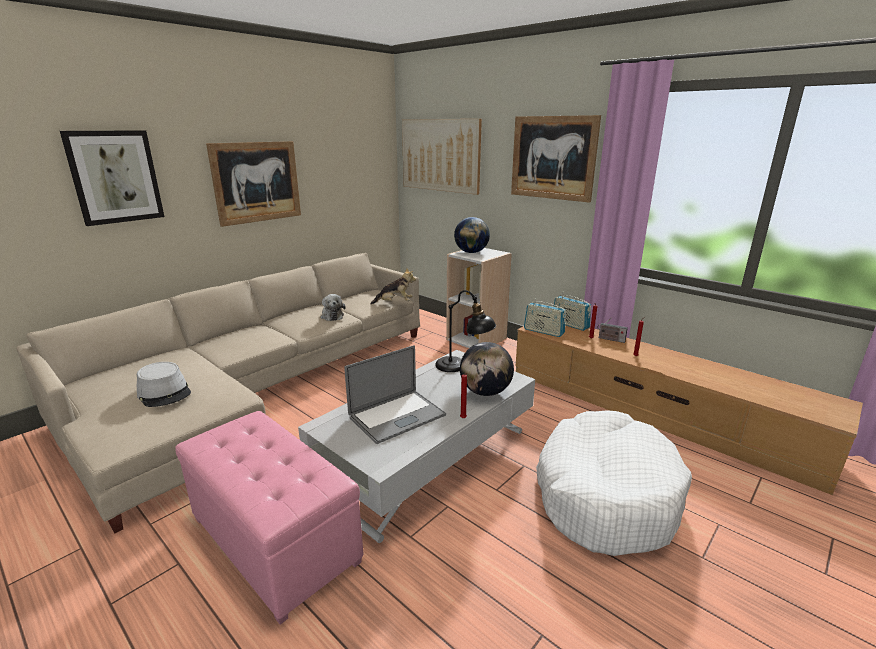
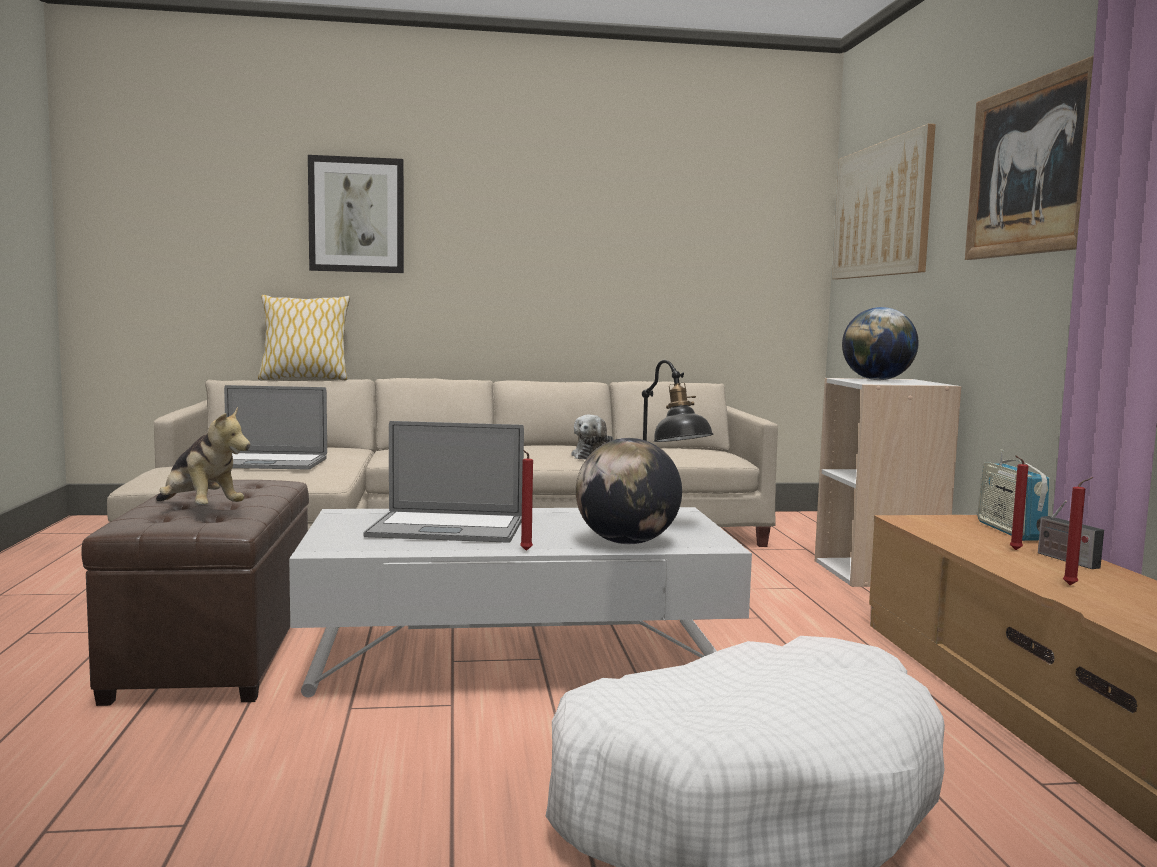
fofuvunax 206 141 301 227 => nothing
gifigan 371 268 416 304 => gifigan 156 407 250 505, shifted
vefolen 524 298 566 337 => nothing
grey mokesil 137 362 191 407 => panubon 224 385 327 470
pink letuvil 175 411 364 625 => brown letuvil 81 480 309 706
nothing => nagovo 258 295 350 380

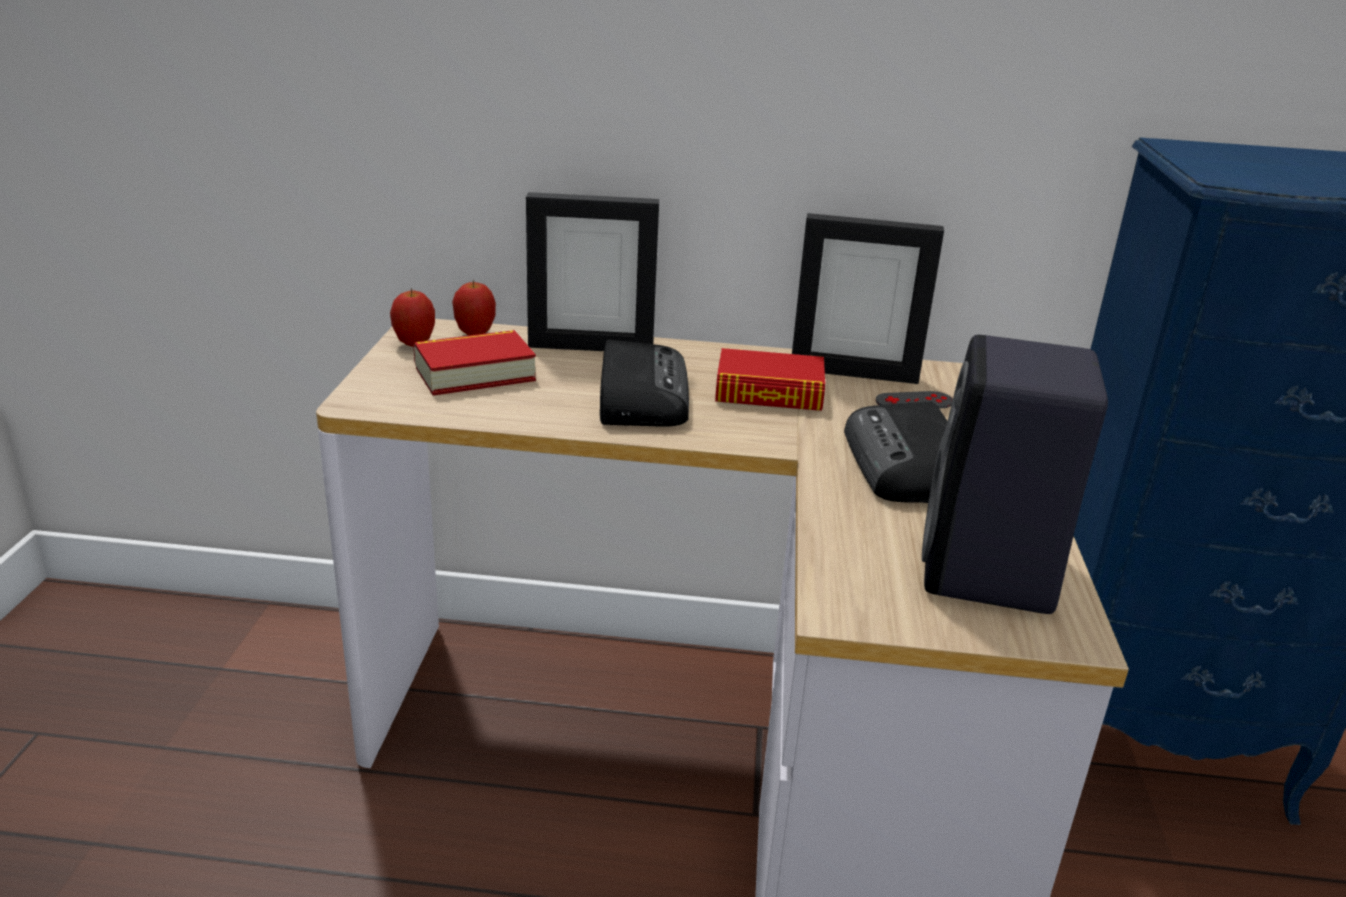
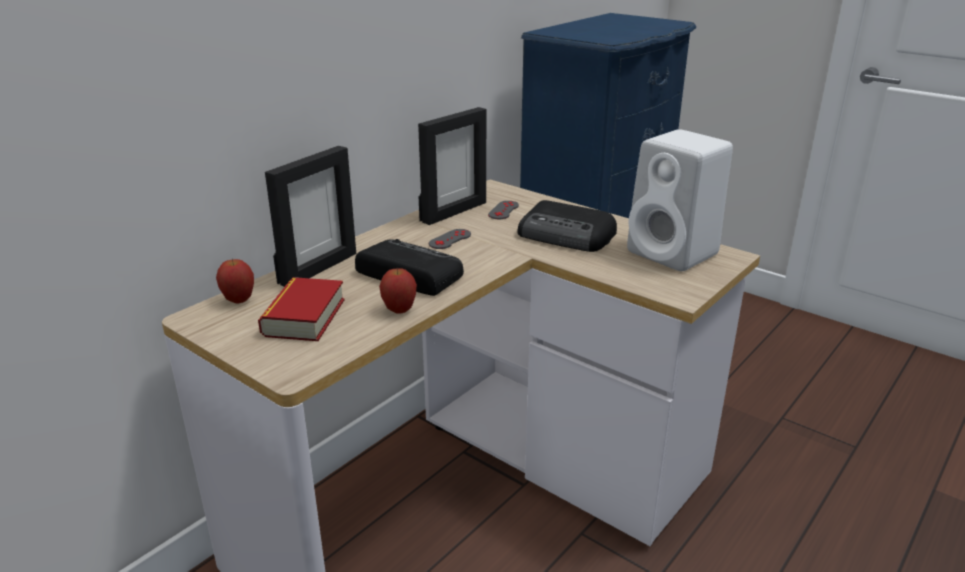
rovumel 390 288 435 347 => rovumel 379 268 417 314, shifted
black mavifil 922 335 1108 614 => white mavifil 627 129 733 271
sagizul 715 348 825 411 => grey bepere 429 229 471 249

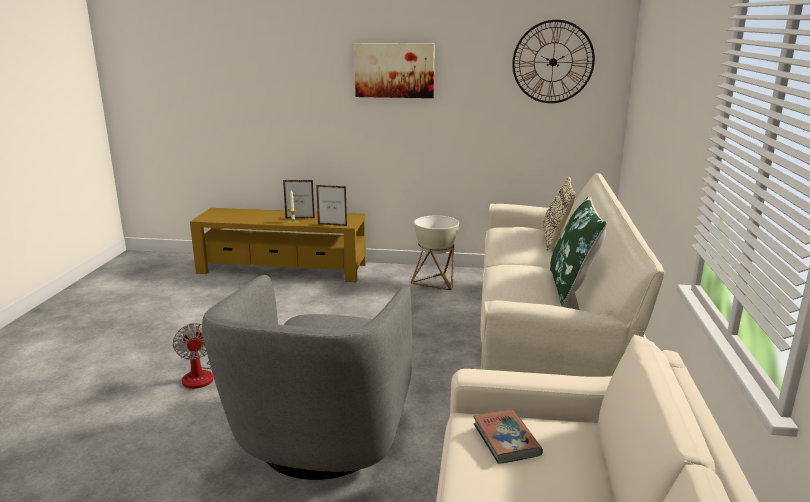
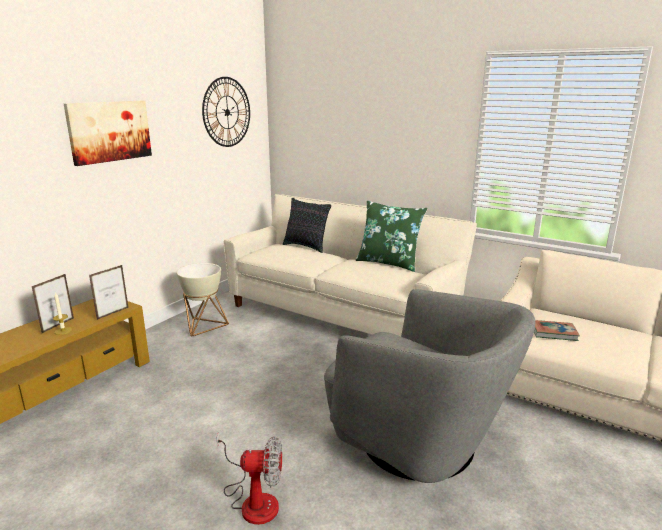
beige nagovo 543 177 576 250 => black nagovo 283 198 331 253

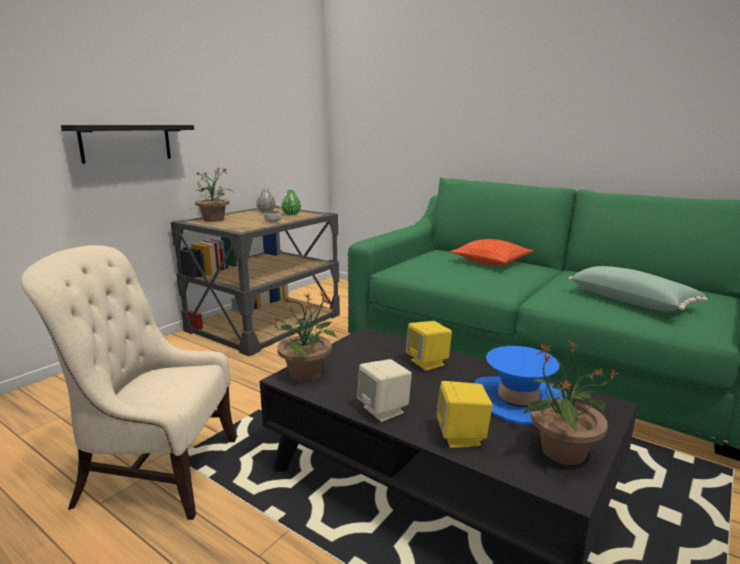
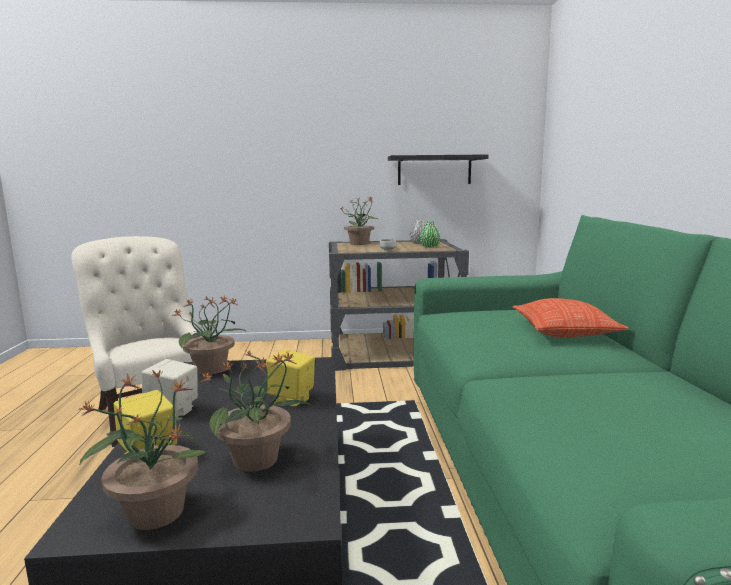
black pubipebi 61 125 194 164 => black pubipebi 388 154 488 185, shifted
green nagovo 568 266 707 311 => nothing
blue mokesil 474 346 566 425 => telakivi 197 349 310 472

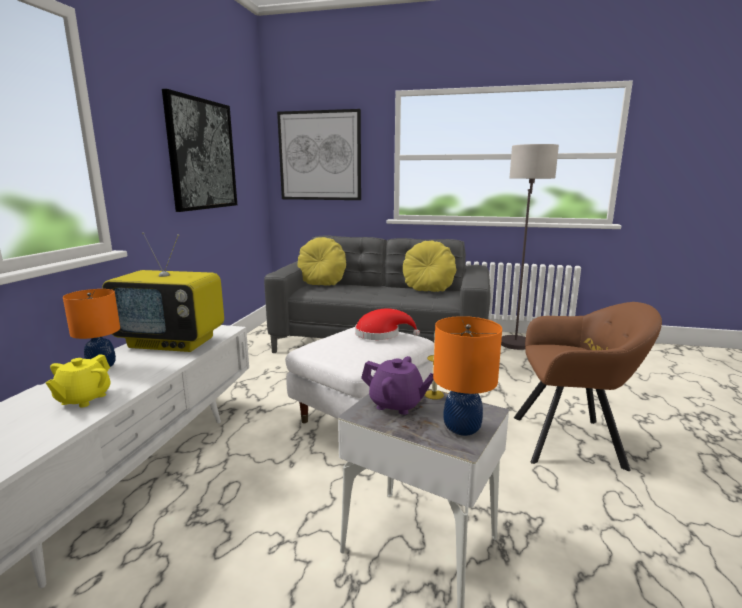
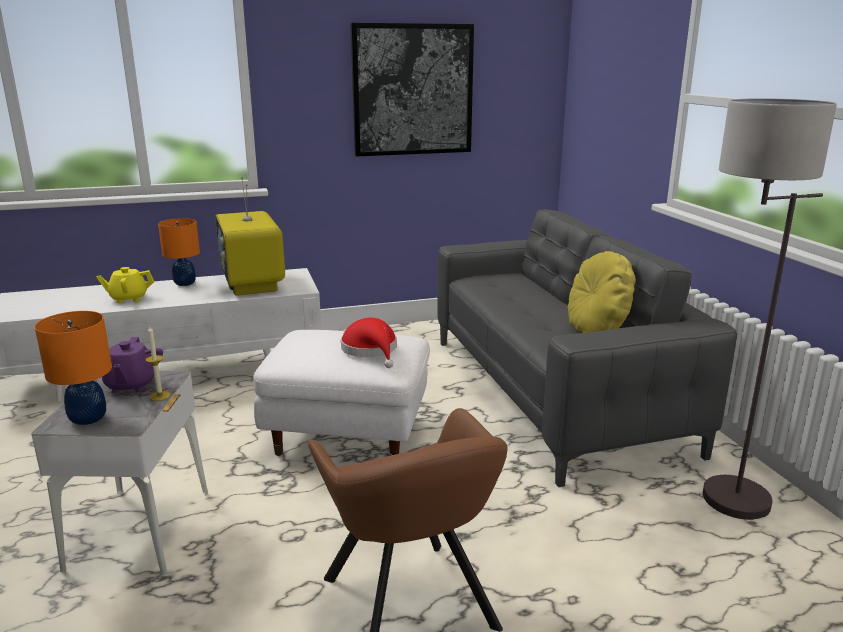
fofuvunax 277 109 361 200 => nothing
yellow nagovo 298 237 346 286 => nothing

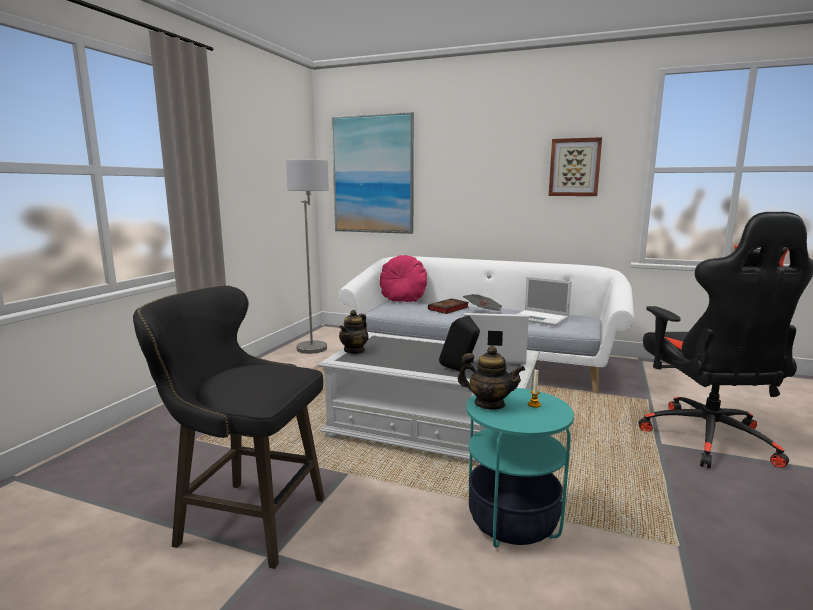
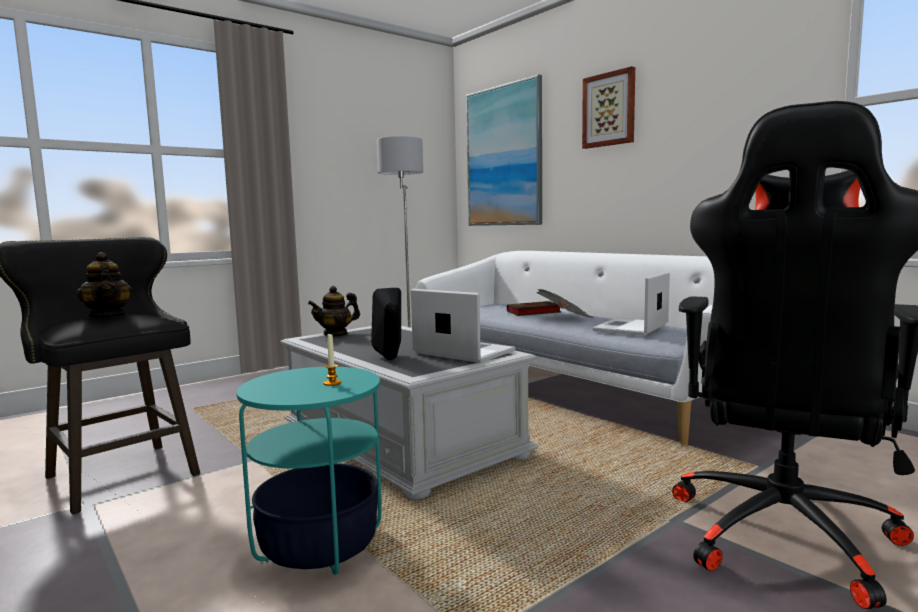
fofuvunax 549 137 602 196 => fofuvunax 582 66 635 149, shifted
pink nagovo 380 255 427 302 => nothing
panubon 517 277 572 326 => panubon 592 272 670 336, 60 degrees clockwise
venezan 458 346 525 410 => venezan 76 252 133 318, shifted

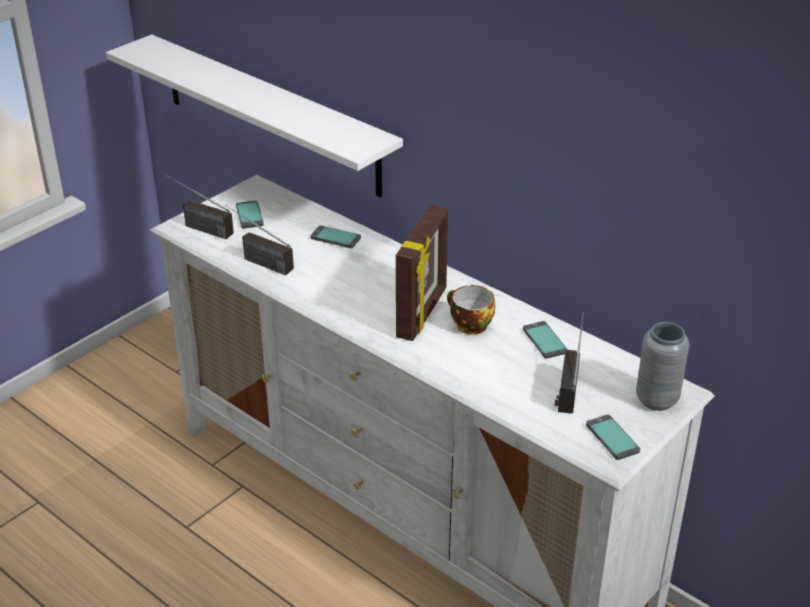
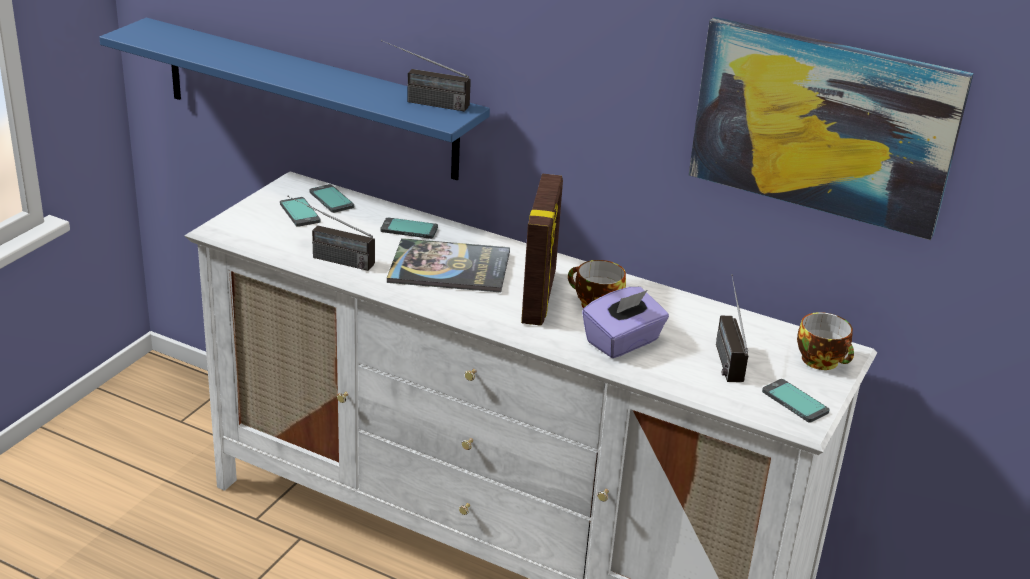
white pubipebi 106 34 403 198 => blue pubipebi 99 18 490 180
vefolen 165 175 234 239 => vefolen 381 40 471 112, shifted
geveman 523 321 568 359 => geveman 309 184 354 213, shifted
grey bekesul 636 322 689 411 => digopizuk 797 312 854 370
nothing => fofuvunax 689 17 973 240
nothing => sagizul 387 238 510 293
nothing => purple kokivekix 582 287 669 358

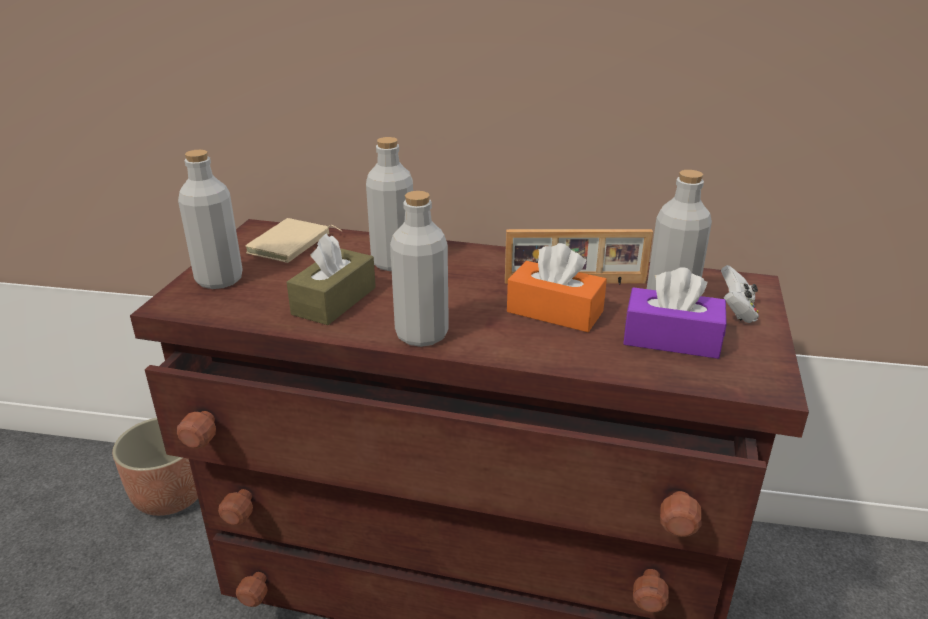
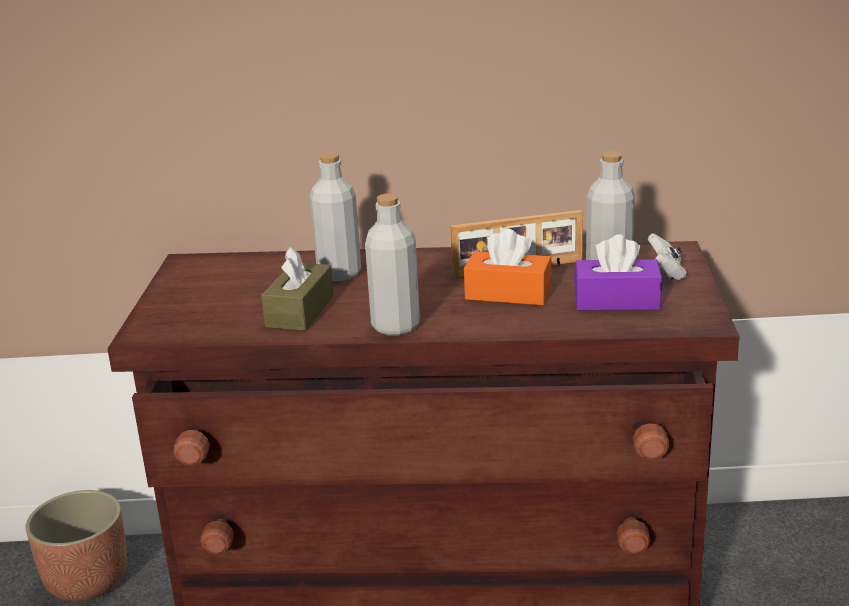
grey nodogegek 178 150 243 289 => nothing
beige sagizul 246 218 342 263 => nothing

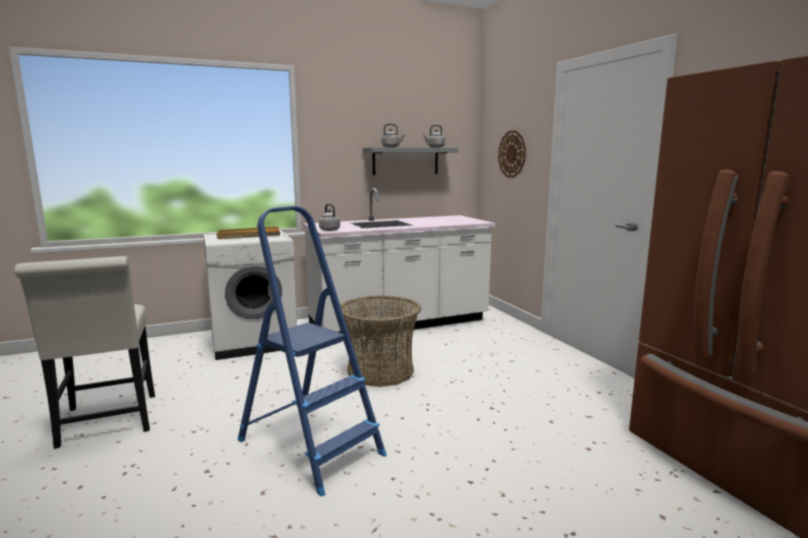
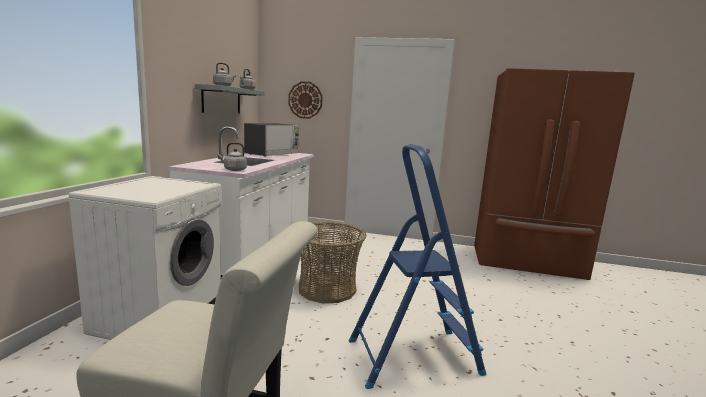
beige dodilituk 217 227 280 239 => nothing
nothing => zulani 244 123 299 157

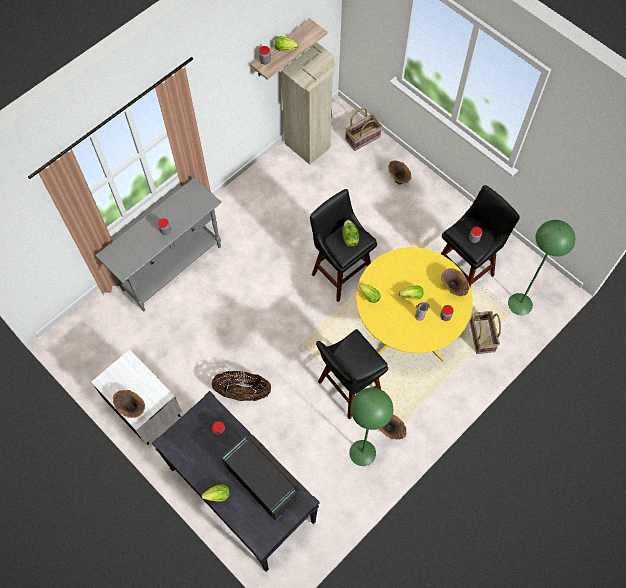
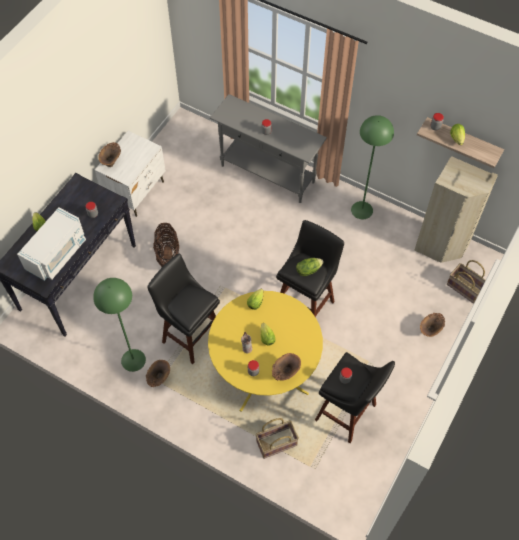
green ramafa 508 220 575 315 => green ramafa 351 115 394 219, shifted
black zulani 221 435 299 521 => white zulani 17 207 86 281

